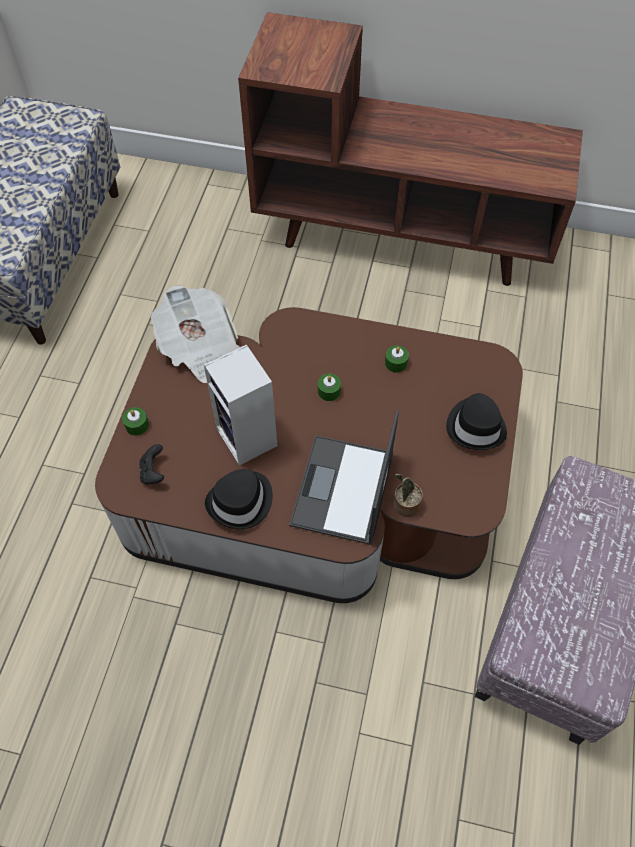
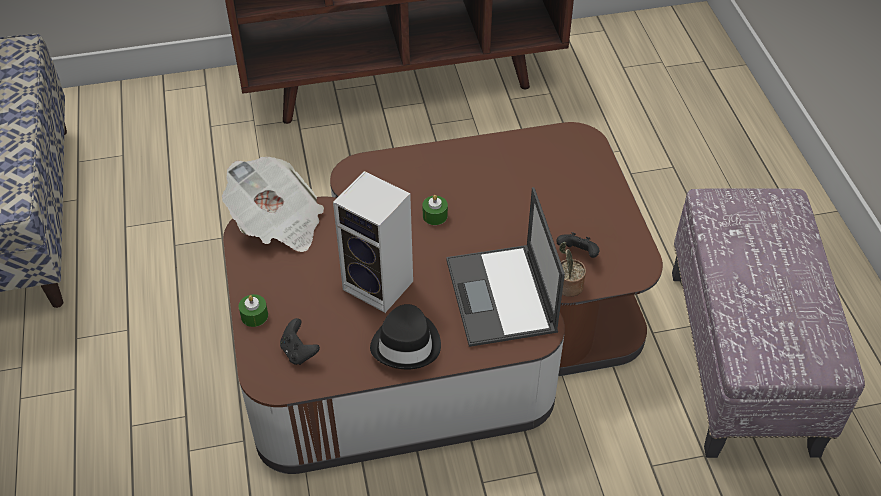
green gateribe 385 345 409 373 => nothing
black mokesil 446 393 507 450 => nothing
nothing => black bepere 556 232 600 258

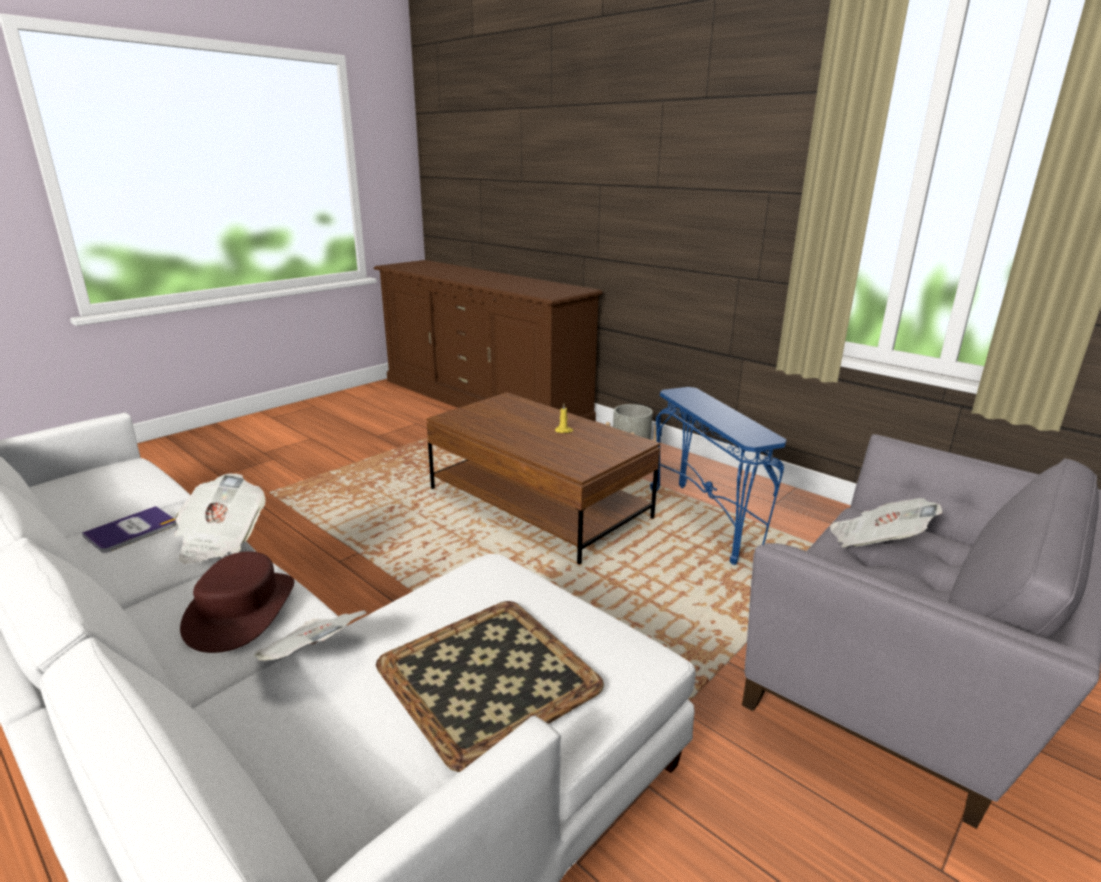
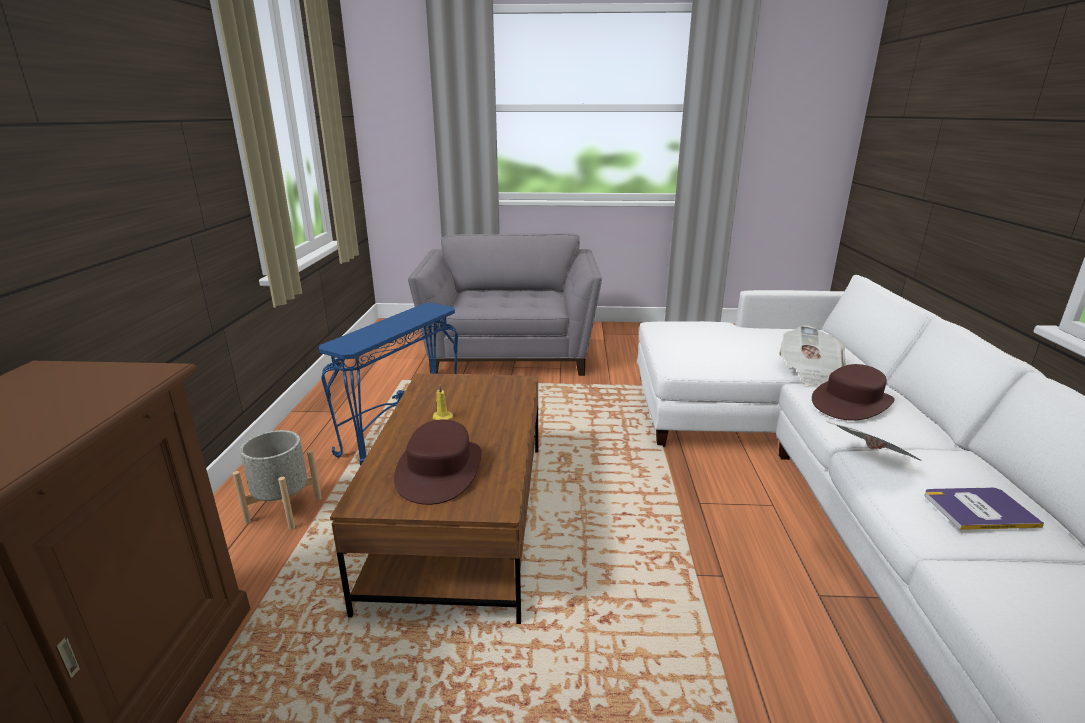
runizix 830 498 942 547 => nothing
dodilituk 376 601 604 772 => nothing
nothing => brown mokesil 394 419 482 505

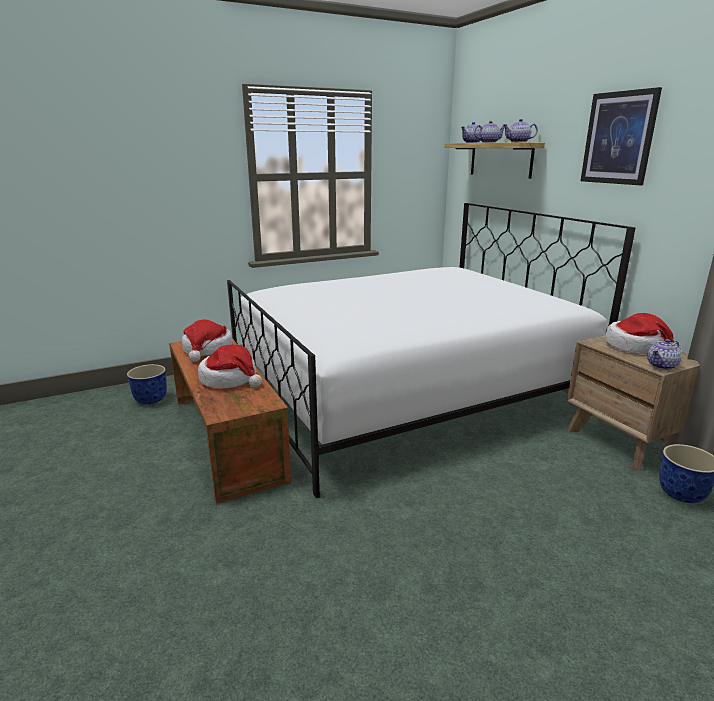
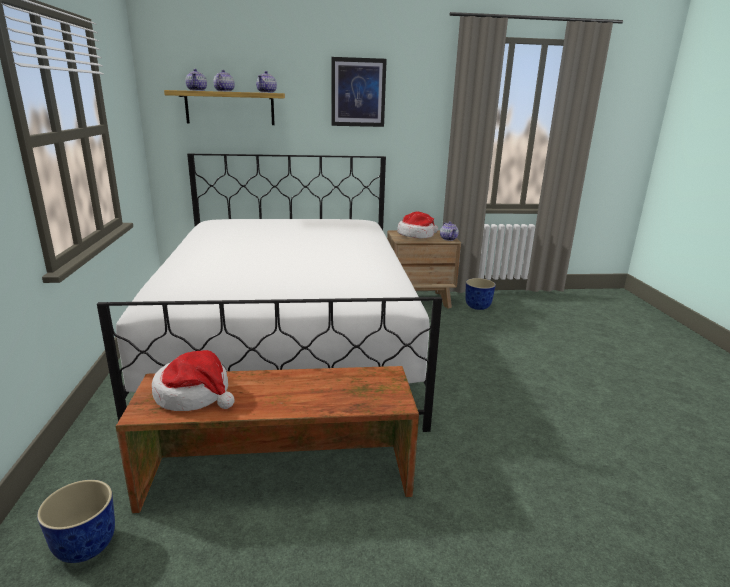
mokesil 198 344 262 388 => nothing

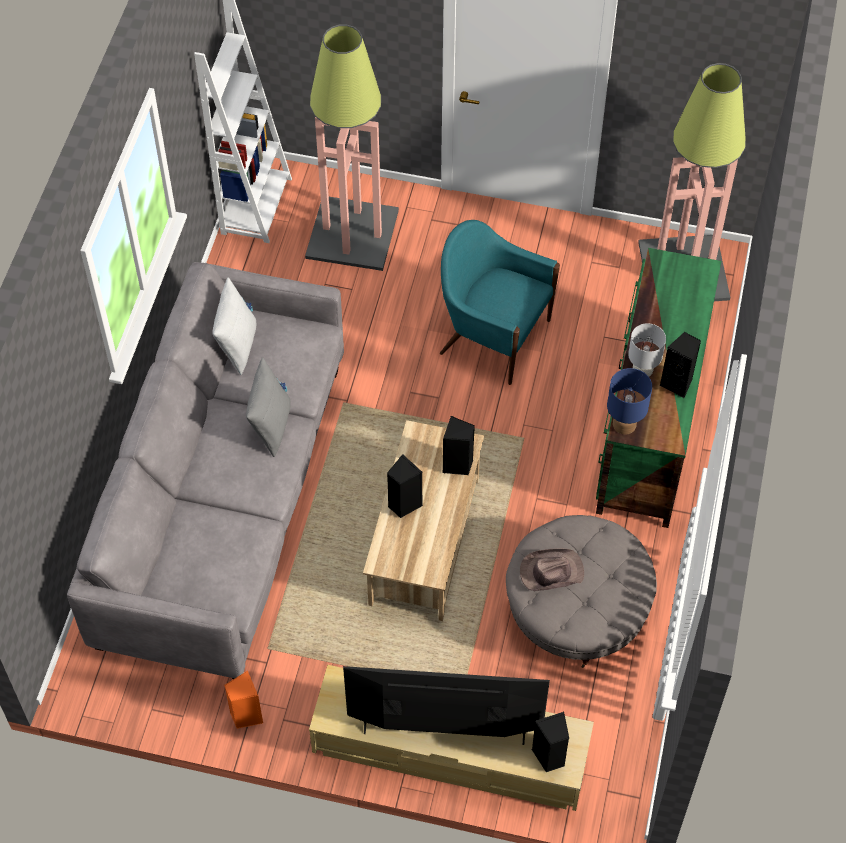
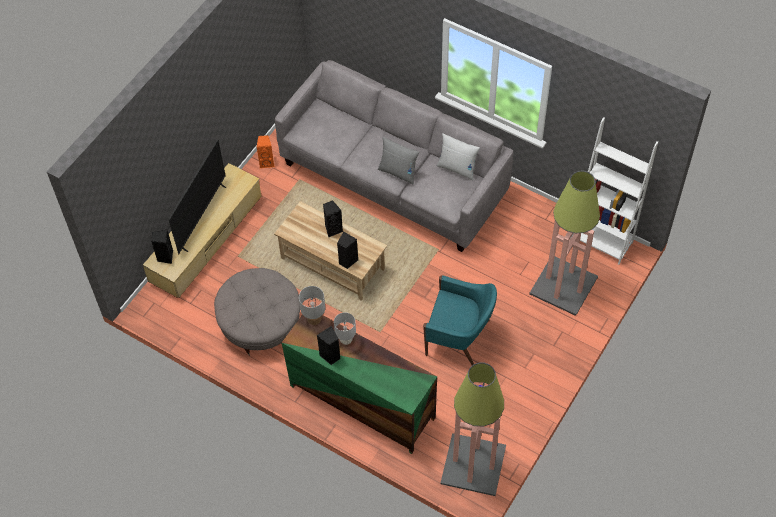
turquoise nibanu 440 220 560 385 => turquoise nibanu 423 275 497 365, 60 degrees clockwise
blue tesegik 607 368 652 435 => grey tesegik 299 286 325 325
brown mokesil 520 549 584 591 => nothing

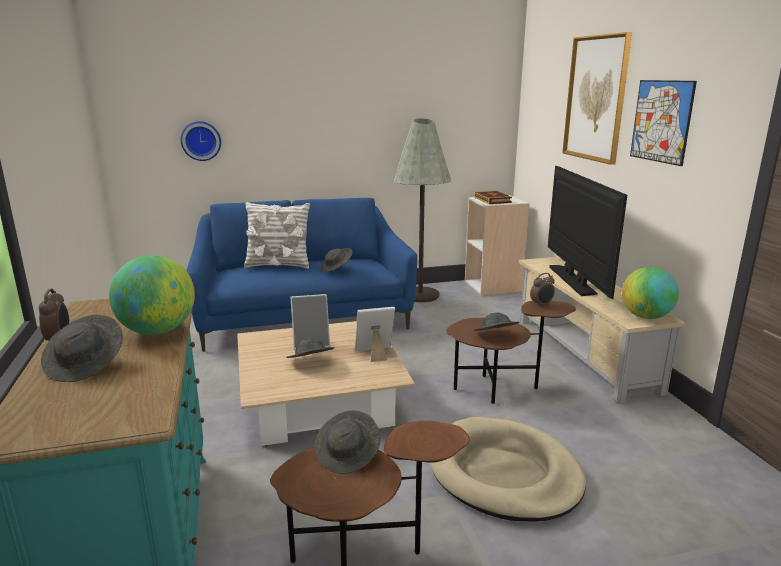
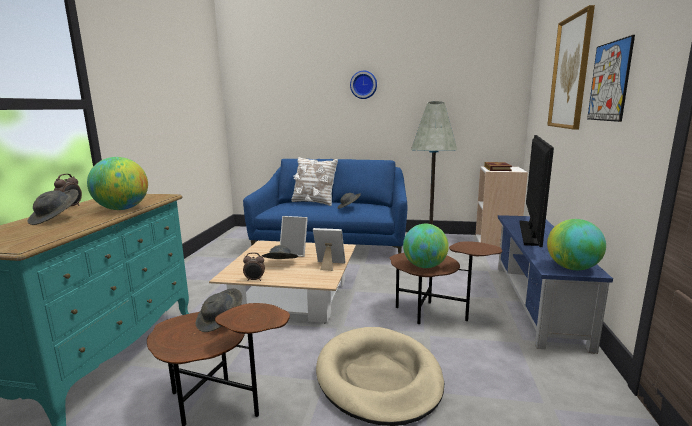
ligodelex 180 121 221 161 => ligodelex 350 71 377 99, shifted
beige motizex 519 257 685 404 => blue motizex 498 215 613 354
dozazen 530 273 555 307 => dozazen 243 252 265 281, shifted
grey mokesil 474 313 520 331 => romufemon 403 224 449 268

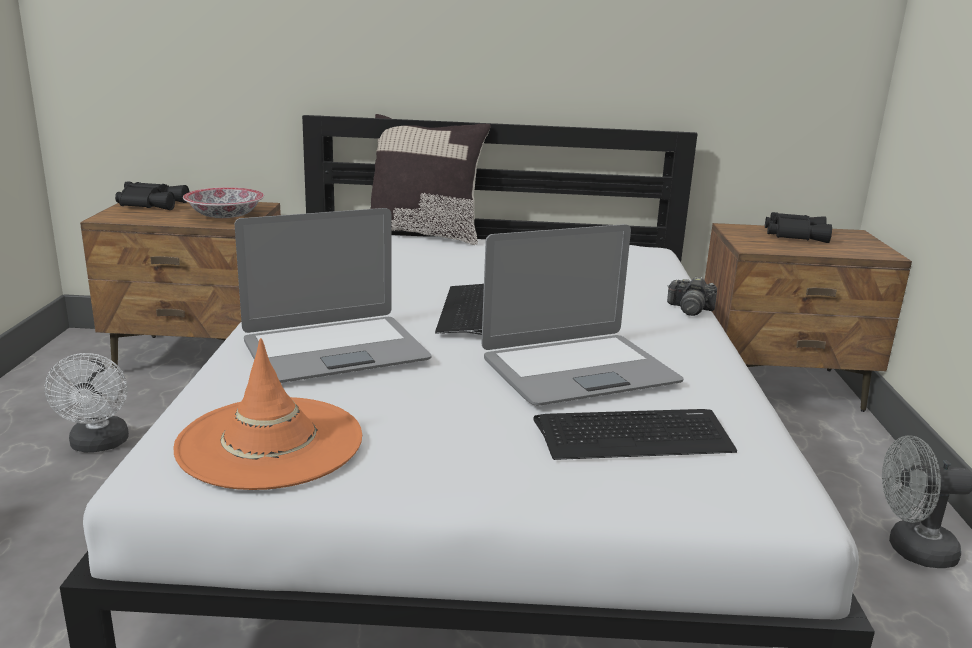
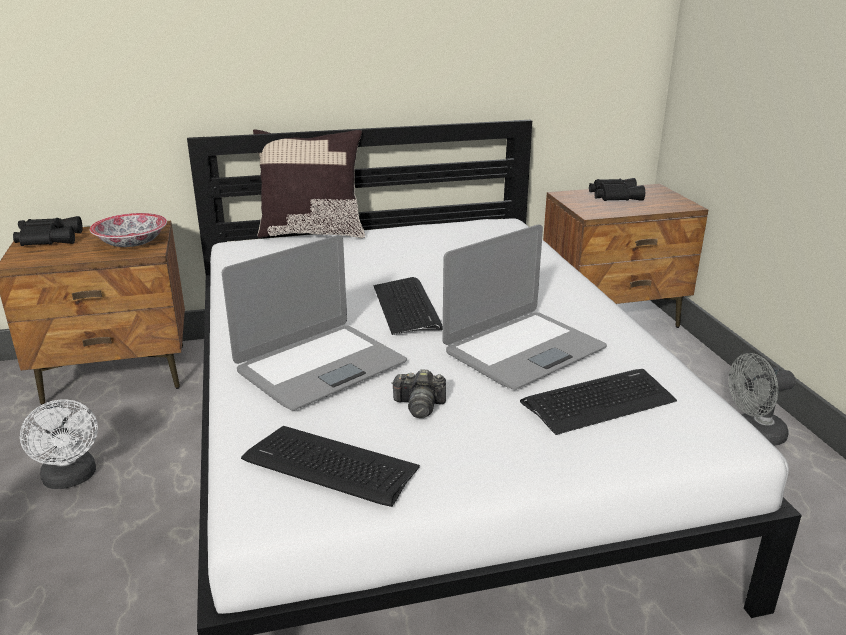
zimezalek 667 276 717 316 => zimezalek 391 369 446 418, shifted
orange mokesil 174 338 362 490 => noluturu 241 426 420 507

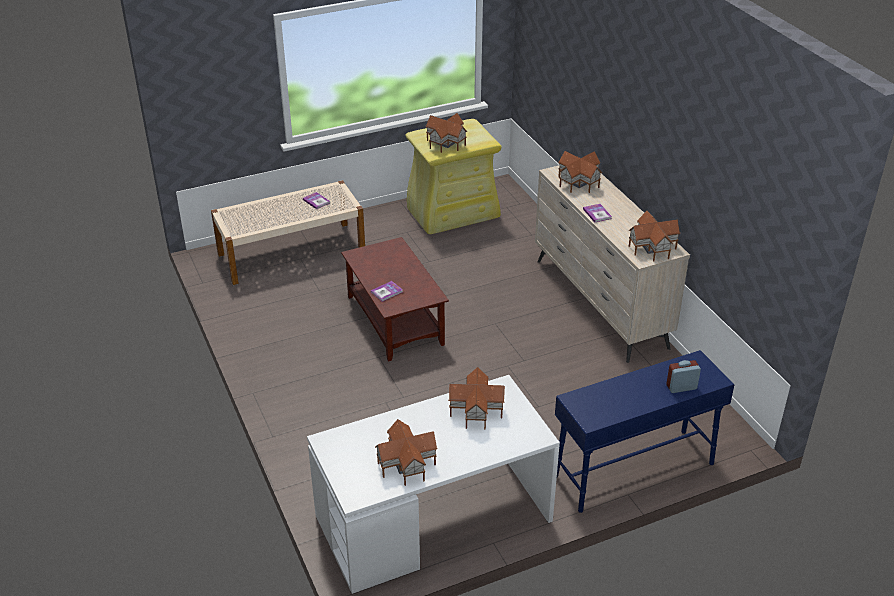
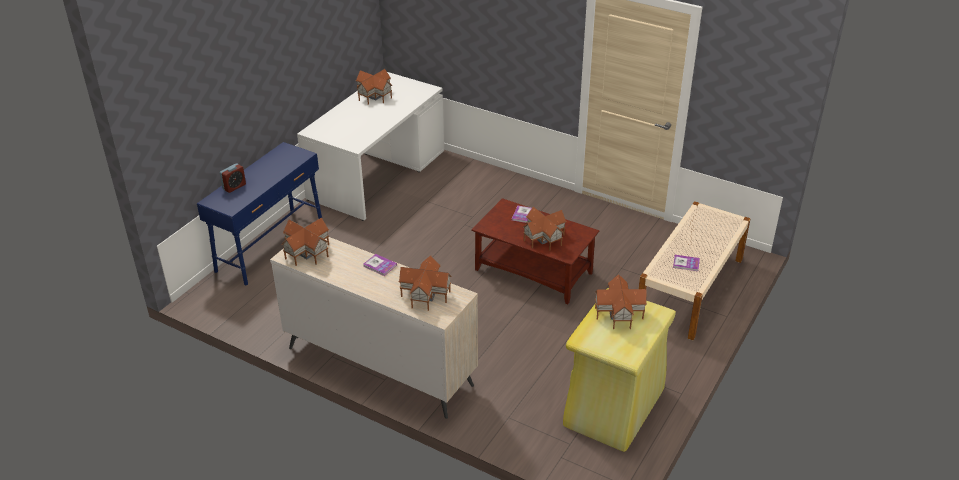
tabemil 448 367 505 429 => tabemil 523 207 567 251, shifted

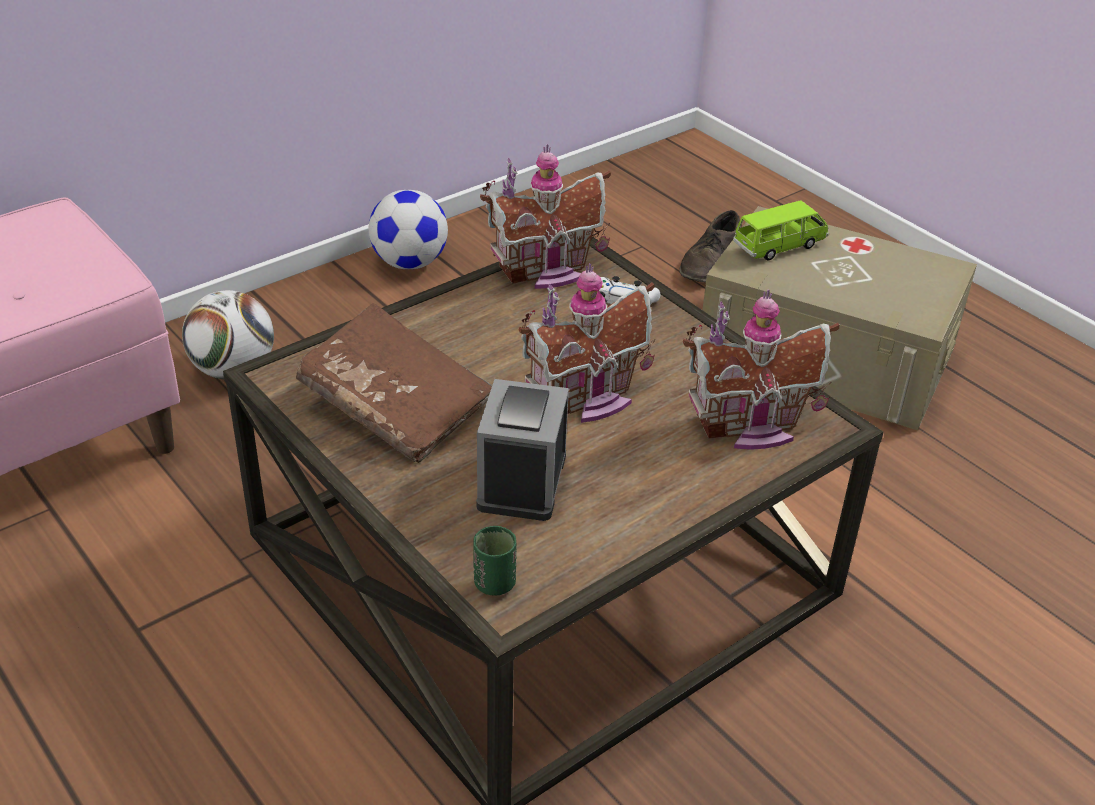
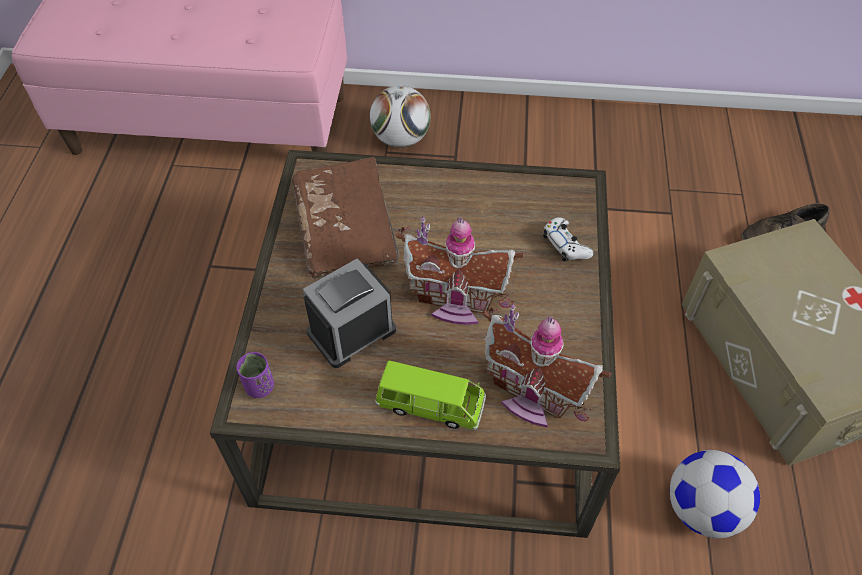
tabemil 480 144 611 289 => nothing
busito 369 190 448 269 => busito 670 450 760 538, shifted
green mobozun 733 200 829 261 => green mobozun 375 361 486 430, shifted
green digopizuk 473 526 517 596 => purple digopizuk 236 352 274 398

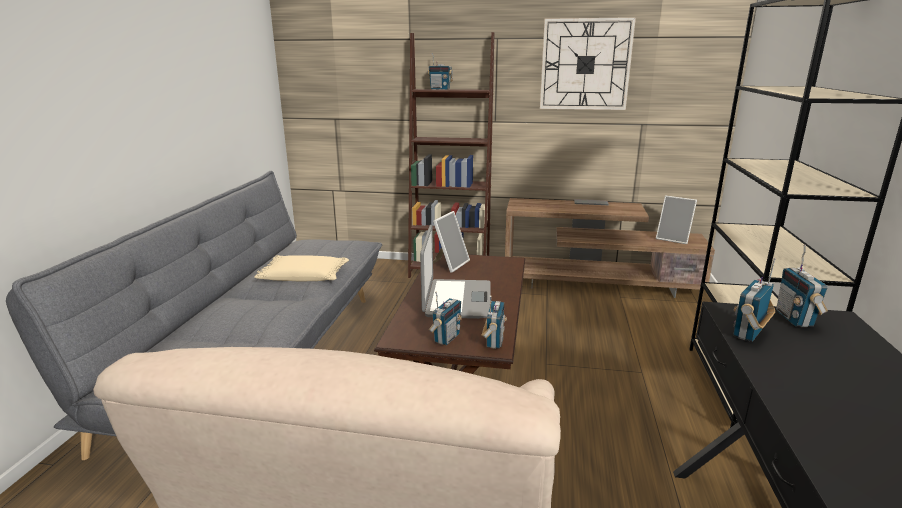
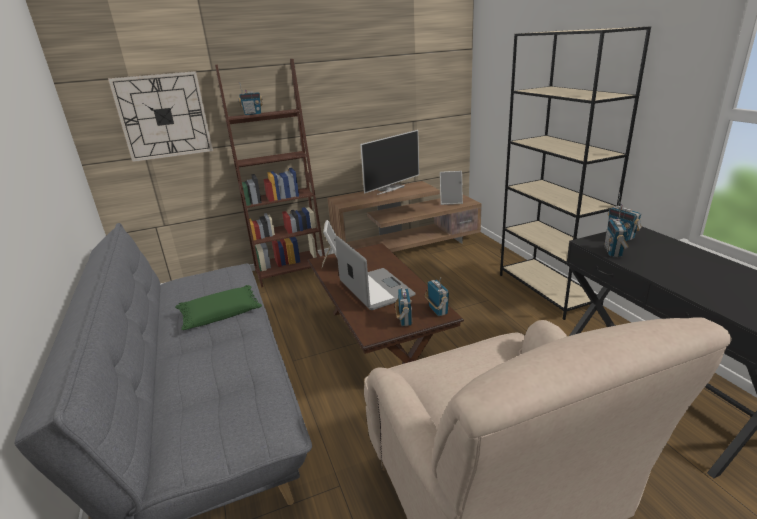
ligodelex 540 17 636 110 => ligodelex 108 71 213 162, shifted
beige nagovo 254 255 349 281 => green nagovo 175 285 262 330
nothing => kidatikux 360 130 419 195

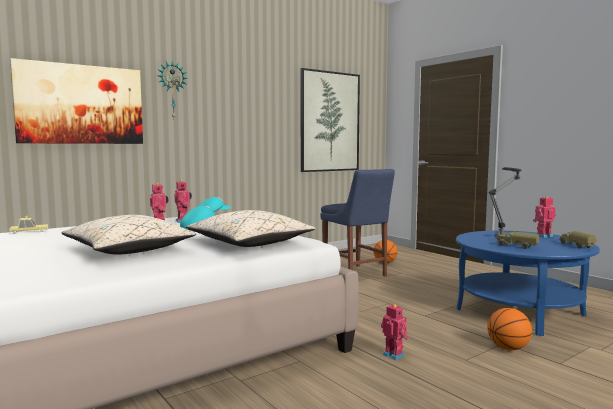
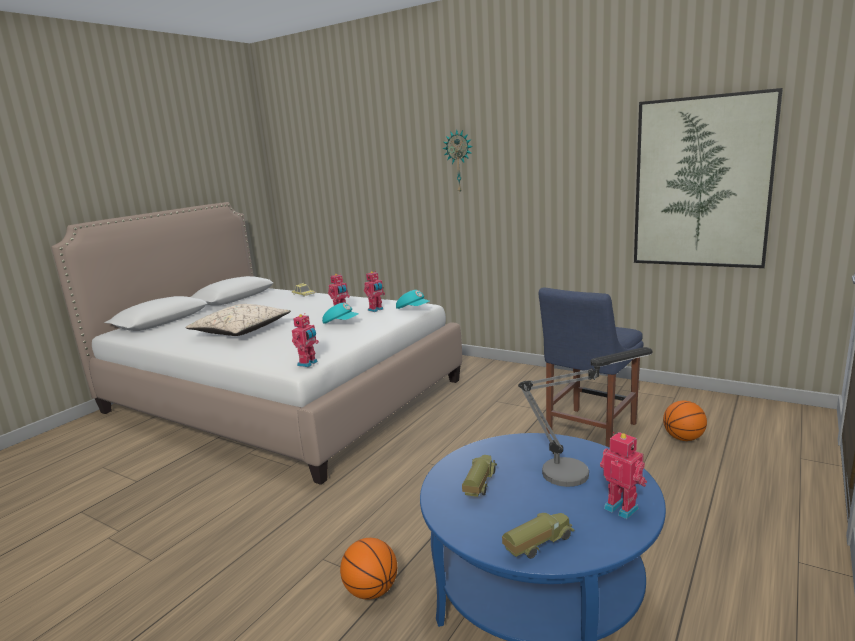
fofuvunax 10 58 143 144 => nothing
beige nagovo 186 210 316 247 => nothing
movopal 381 304 409 360 => movopal 292 313 319 367, shifted

